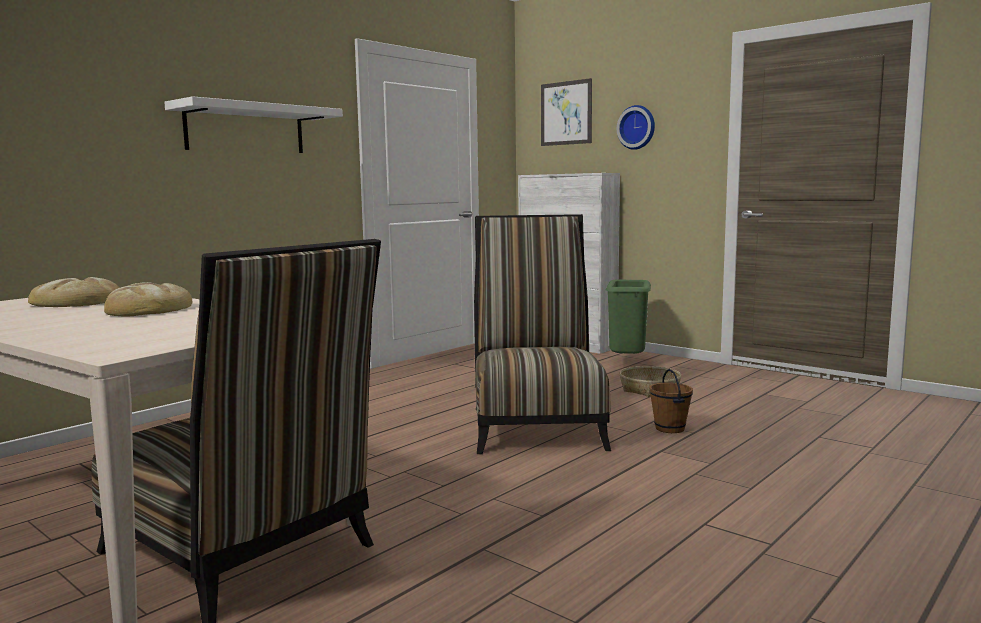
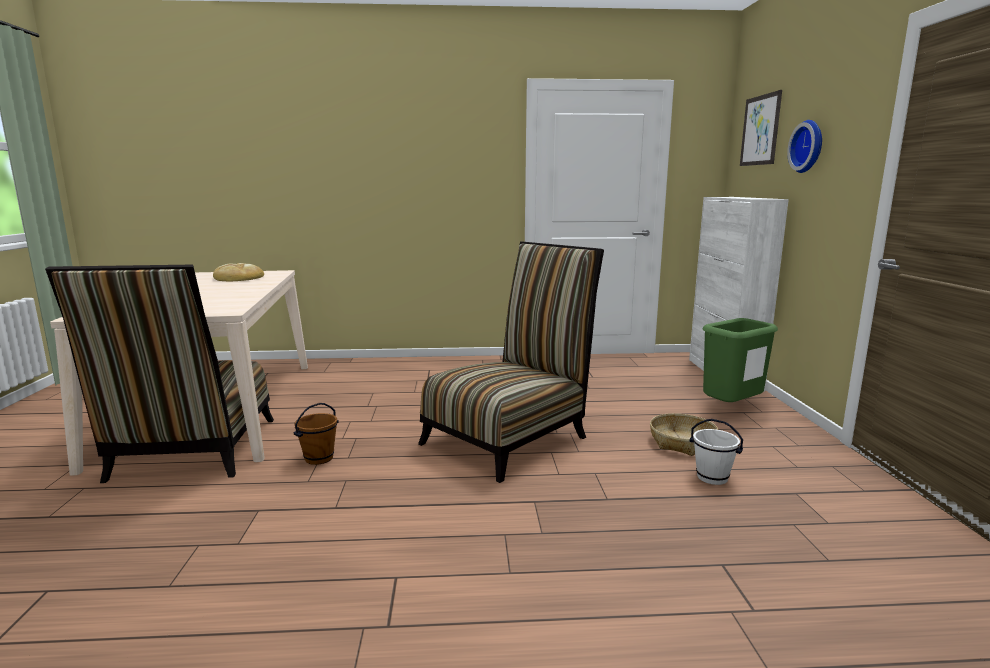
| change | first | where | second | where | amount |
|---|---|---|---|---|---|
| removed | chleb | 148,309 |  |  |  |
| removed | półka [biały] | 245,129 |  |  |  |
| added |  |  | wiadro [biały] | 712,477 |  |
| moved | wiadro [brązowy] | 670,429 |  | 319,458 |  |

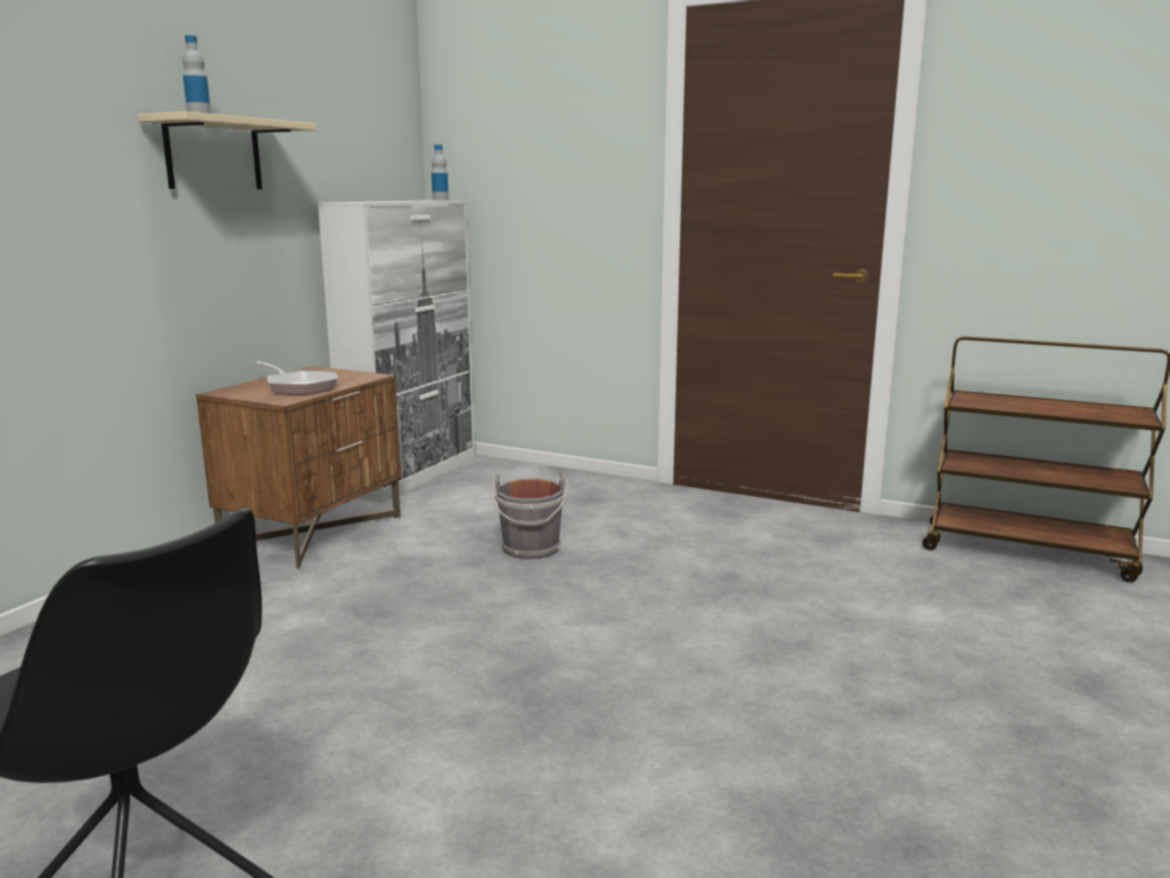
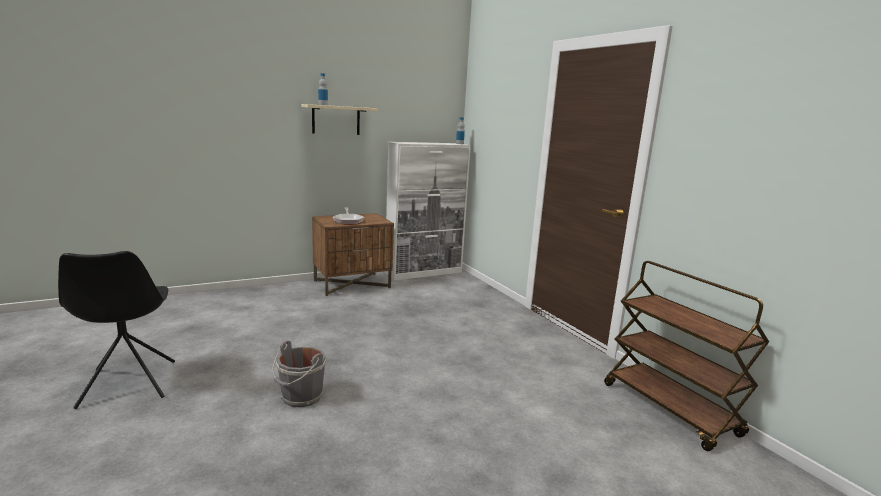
| change | first | where | second | where | amount |
|---|---|---|---|---|---|
| moved | wiadro [szary] | 531,549 |  | 300,397 |  |

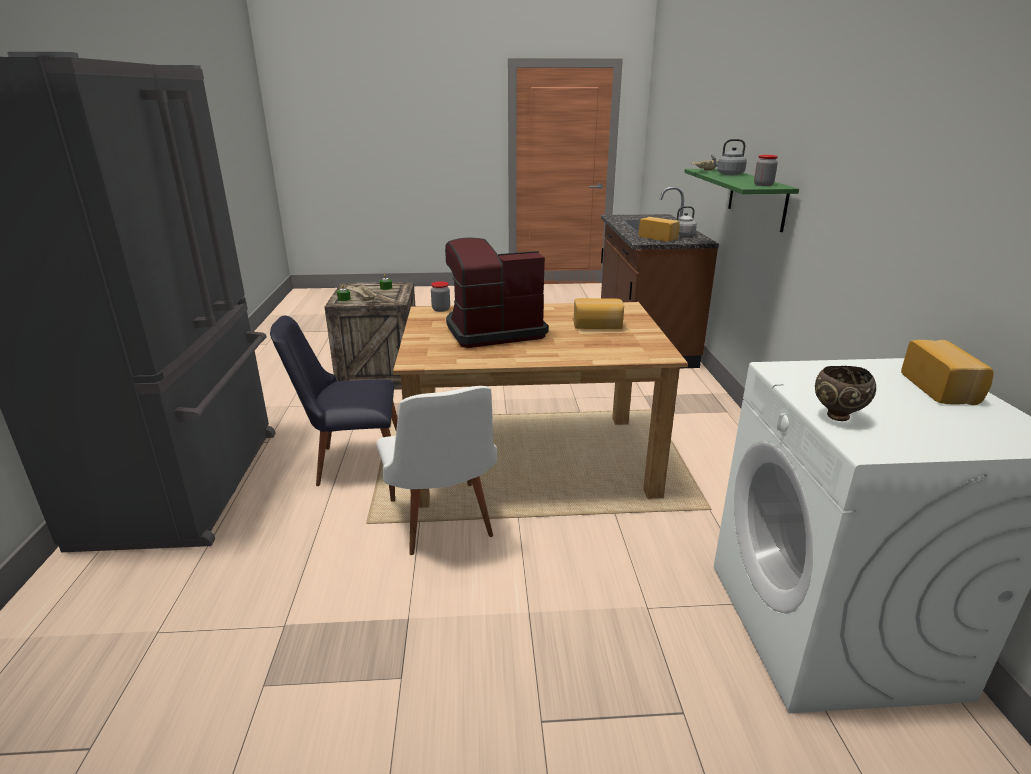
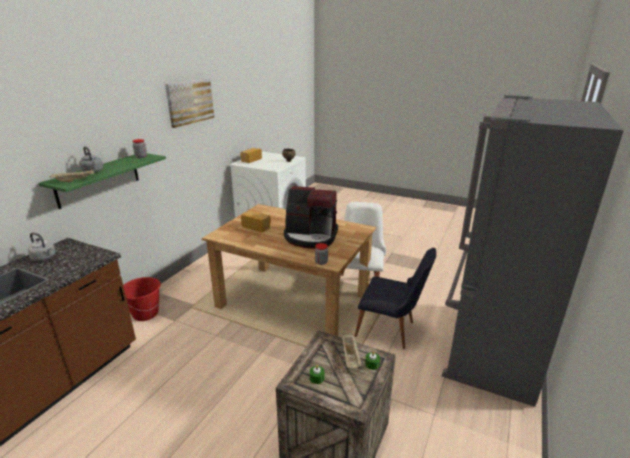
| change | first | where | second | where | amount |
|---|---|---|---|---|---|
| removed | chleb | 658,238 |  |  |  |
| added |  |  | wiadro [czerwony] | 145,314 |  |
| added |  |  | obraz | 190,102 |  |

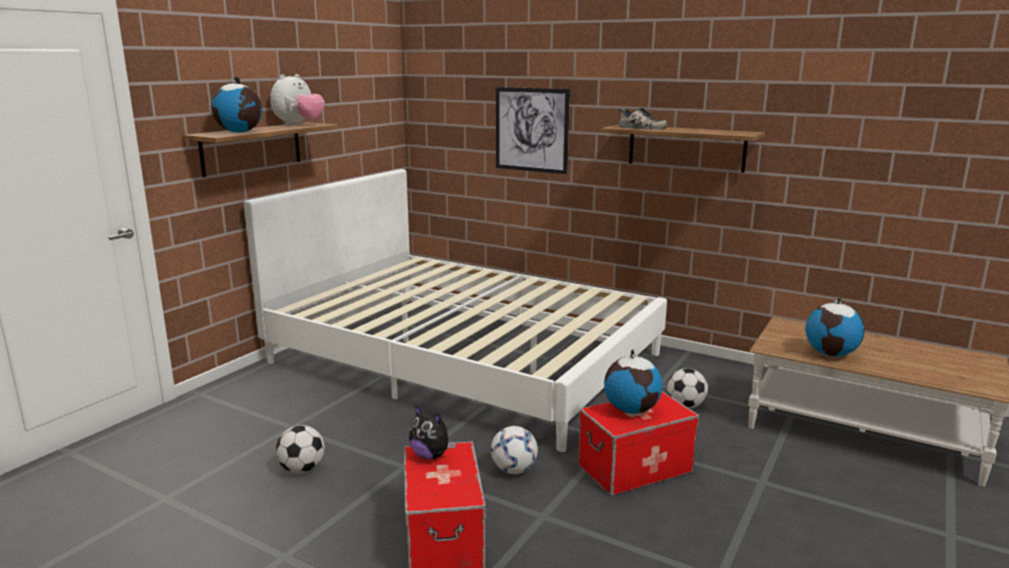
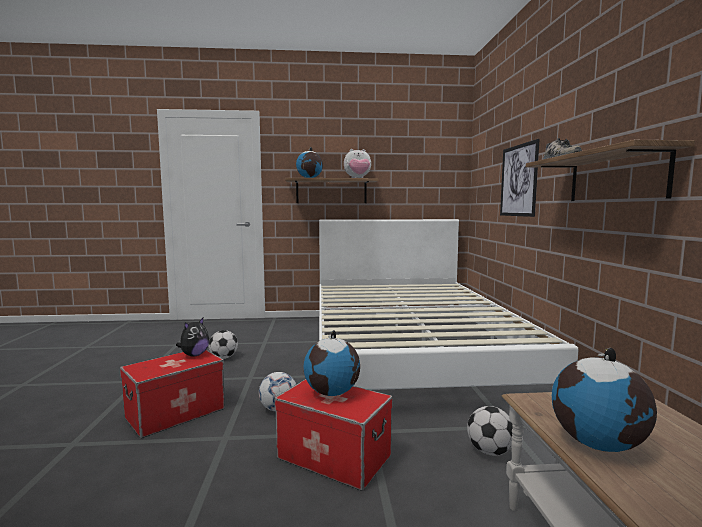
| change | first | where | second | where | amount |
|---|---|---|---|---|---|
| turned | pluszak | 431,455 |  | 194,355 | 150 degrees counterclockwise |

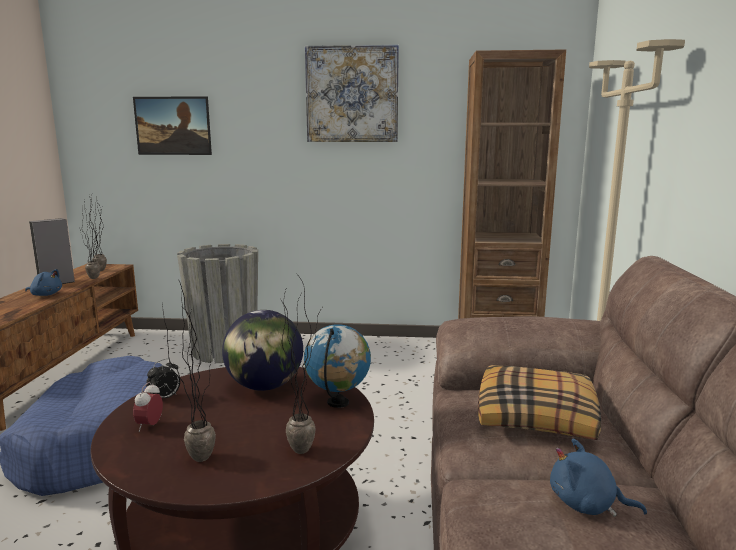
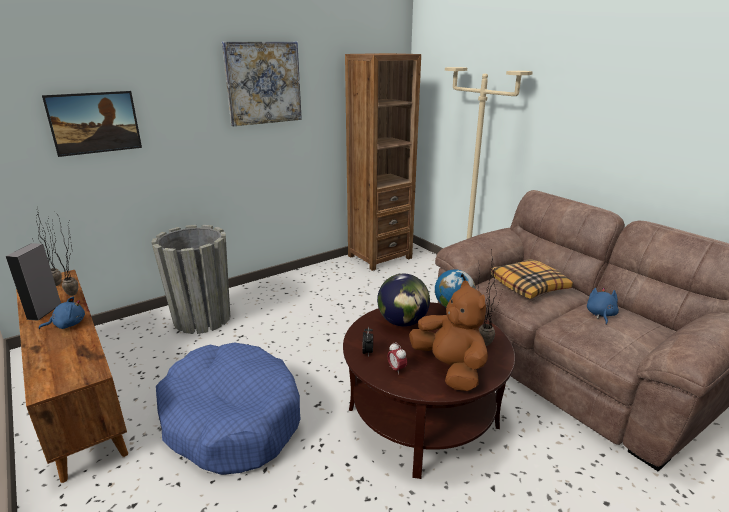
| change | first | where | second | where | amount |
|---|---|---|---|---|---|
| replaced | roślina doniczkowa | 197,454 | pluszak [brązowy] | 450,369 |  |
| turned | pluszak [niebieski] | 587,505 |  | 600,314 | 120 degrees clockwise |

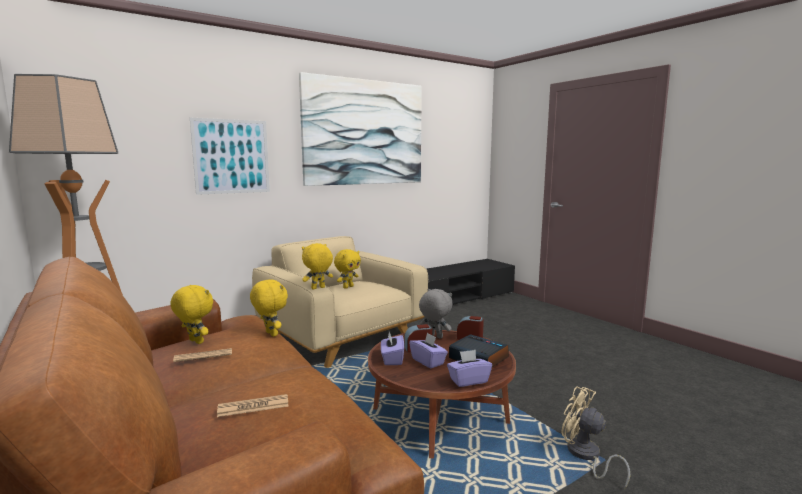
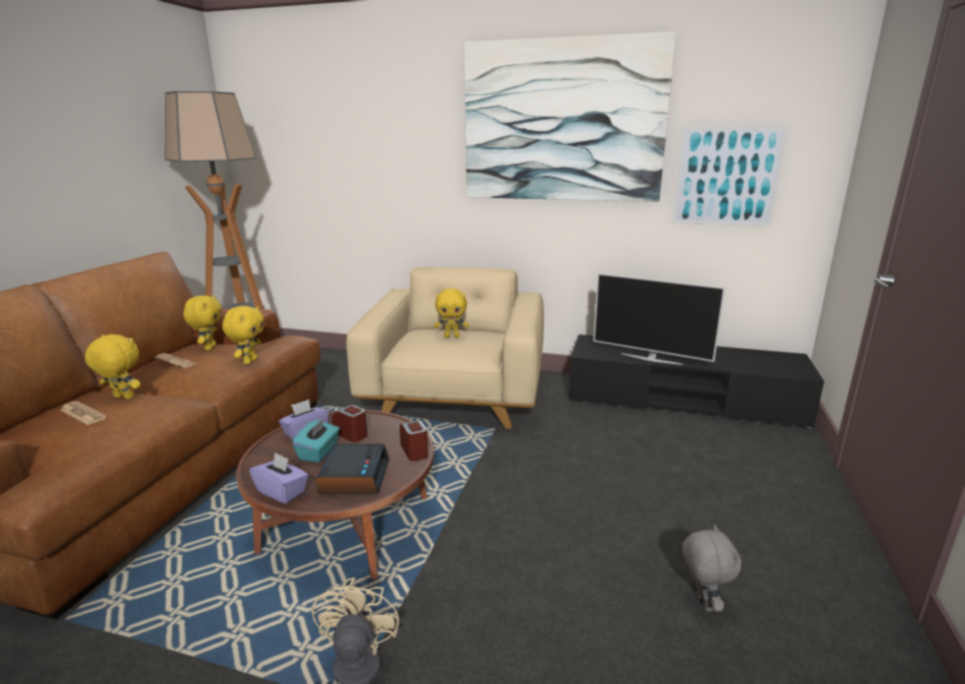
| change | first | where | second | where | amount |
|---|---|---|---|---|---|
| added |  |  | telewizor | 651,358 |  |
| moved | obraz | 231,156 |  | 726,177 |  |
| moved | pluszak [żółty] | 318,288 |  | 122,397 |  |
| moved | pluszak [szary] | 434,337 |  | 702,602 |  |
| recoloured | pudełko chusteczek [fioletowy] | 428,361 | pudełko chusteczek [turkusowy] | 319,452 |  |

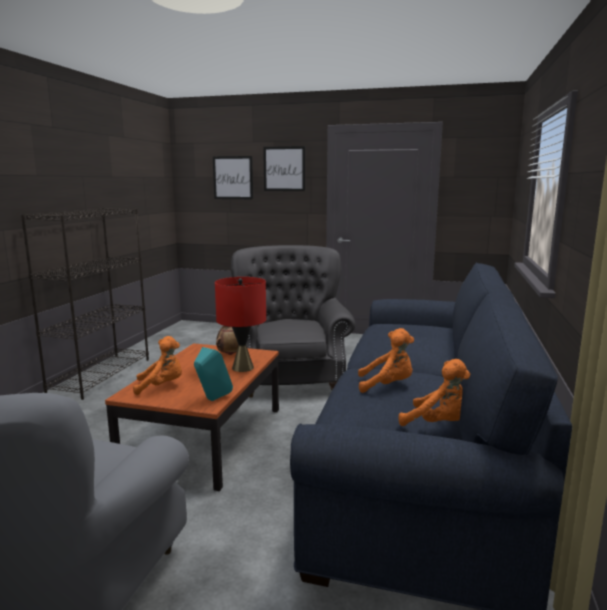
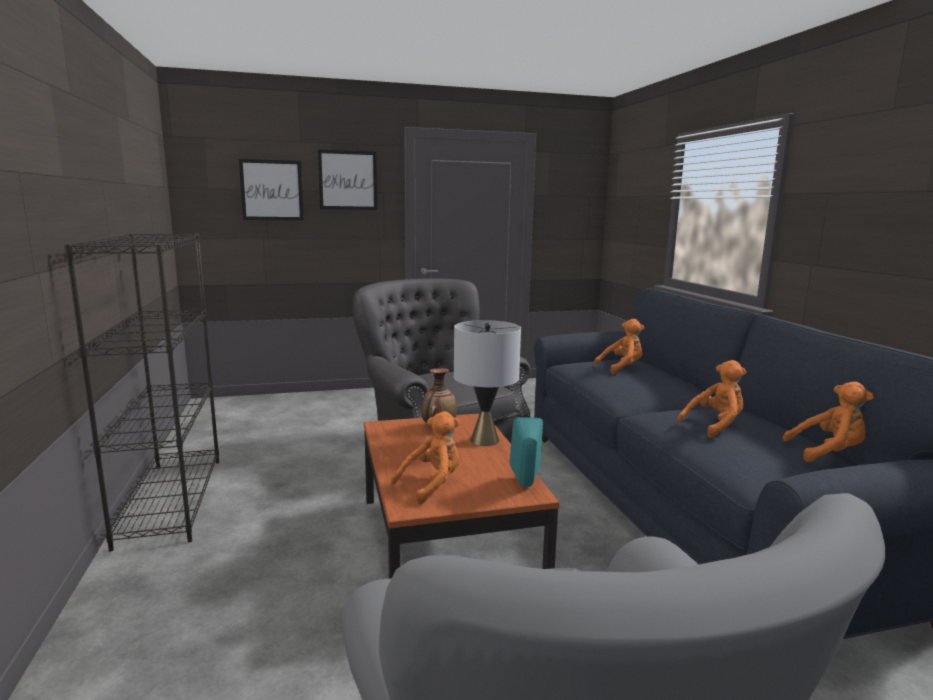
| change | first | where | second | where | amount |
|---|---|---|---|---|---|
| added |  |  | pluszak [pomarańczowy] | 621,368 |  |
| recoloured | lampa stołowa [czerwony] | 243,368 | lampa stołowa [szary] | 485,440 |  |

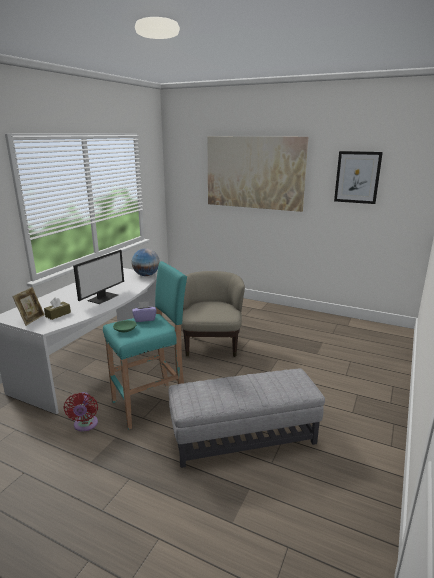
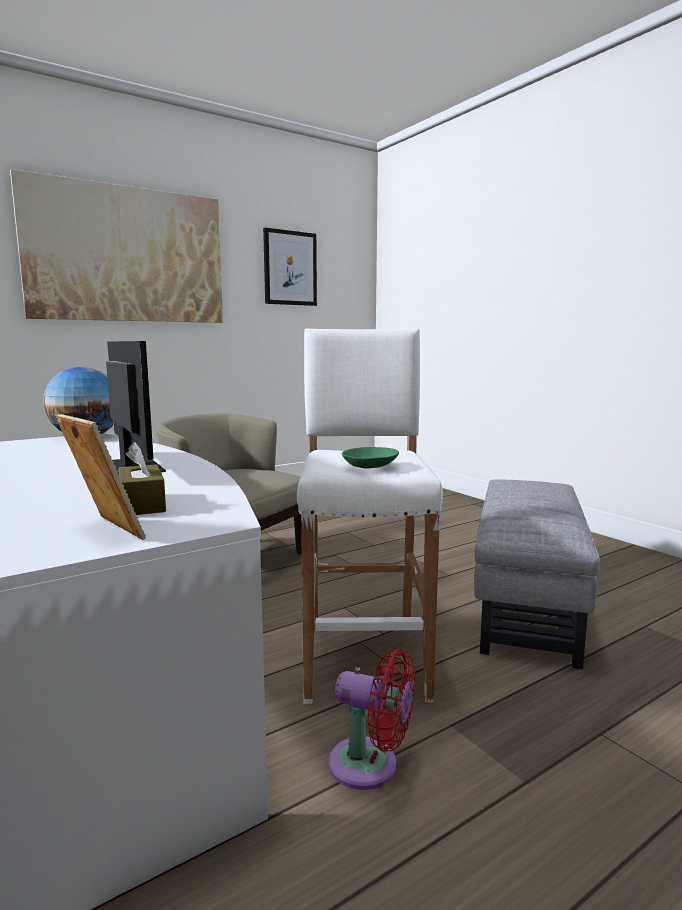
| change | first | where | second | where | amount |
|---|---|---|---|---|---|
| removed | pudełko chusteczek [fioletowy] | 144,319 |  |  |  |
| recoloured | stołek [turkusowy] | 151,404 | stołek [biały] | 364,656 |  |

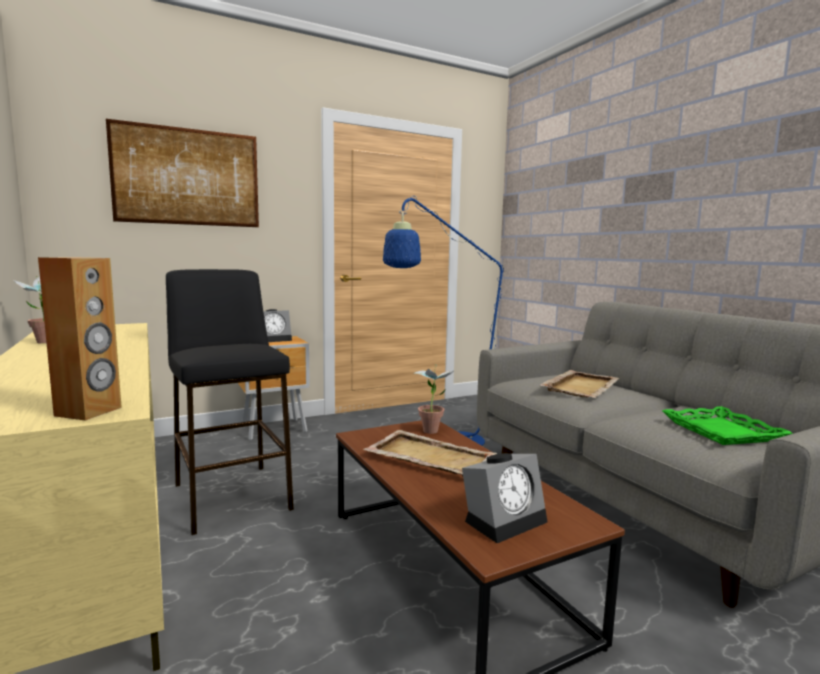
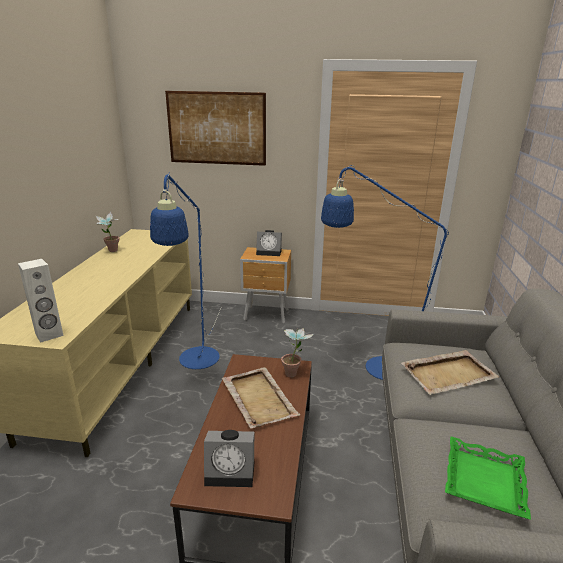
| change | first | where | second | where | amount |
|---|---|---|---|---|---|
| replaced | stołek [czarny] | 231,496 | lampa stojąca [niebieski] | 197,364 |  |
| recoloured | głośnik [brązowy] | 89,412 | głośnik [biały] | 49,335 |  |

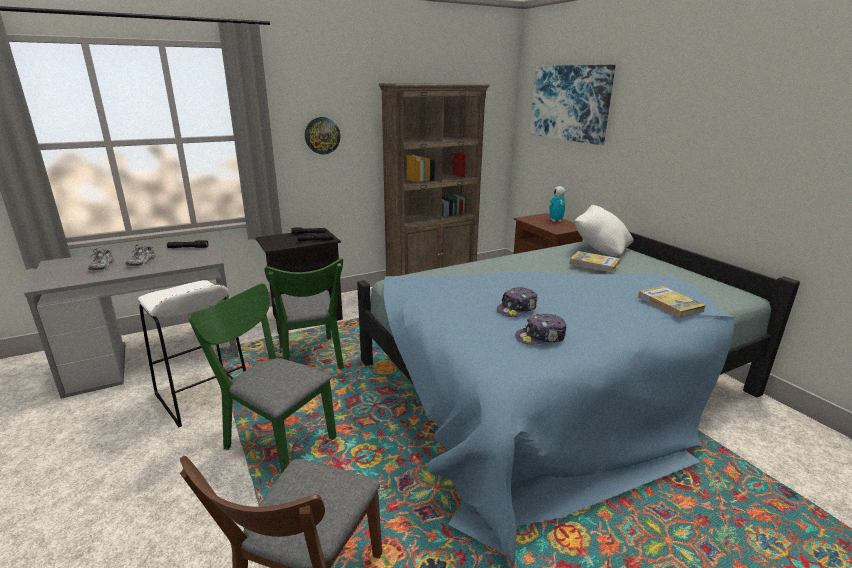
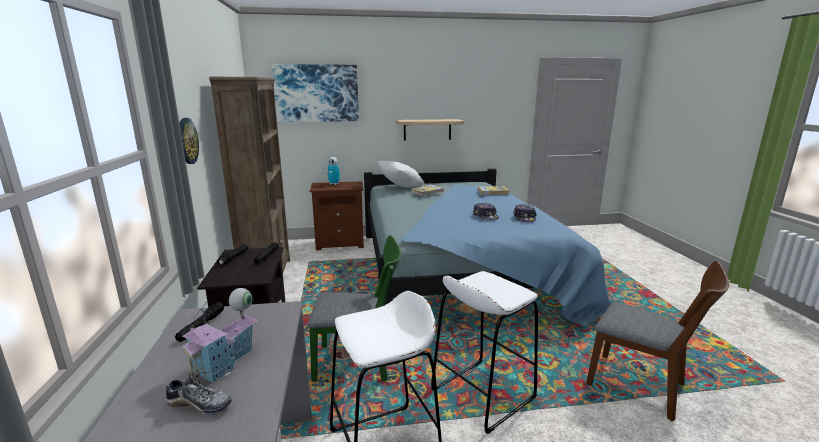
| change | first | where | second | where | amount |
|---|---|---|---|---|---|
| added |  |  | półka | 427,129 |  |
| replaced | but | 142,262 | domek | 226,363 |  |
| replaced | krzesło [zielony] | 275,439 | stołek [biały] | 482,394 |  |

